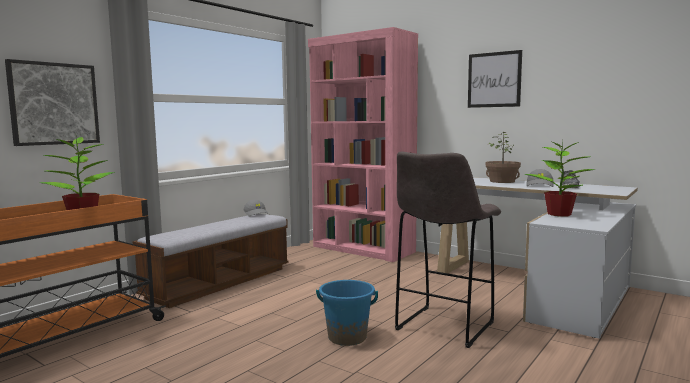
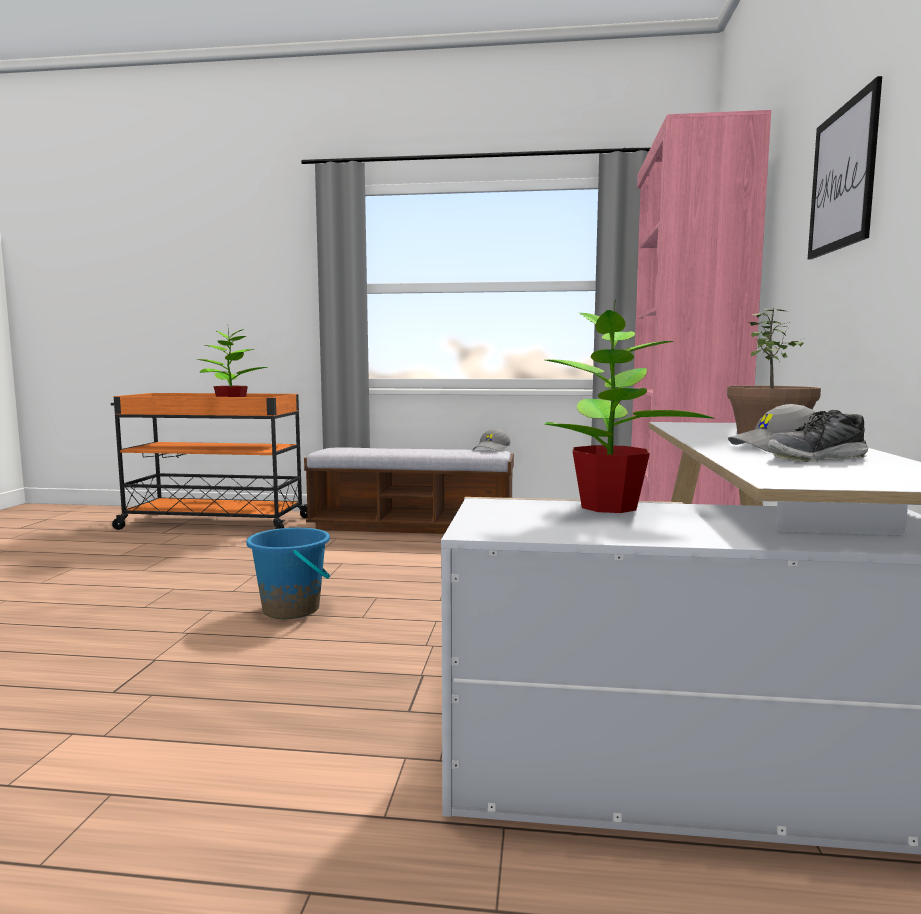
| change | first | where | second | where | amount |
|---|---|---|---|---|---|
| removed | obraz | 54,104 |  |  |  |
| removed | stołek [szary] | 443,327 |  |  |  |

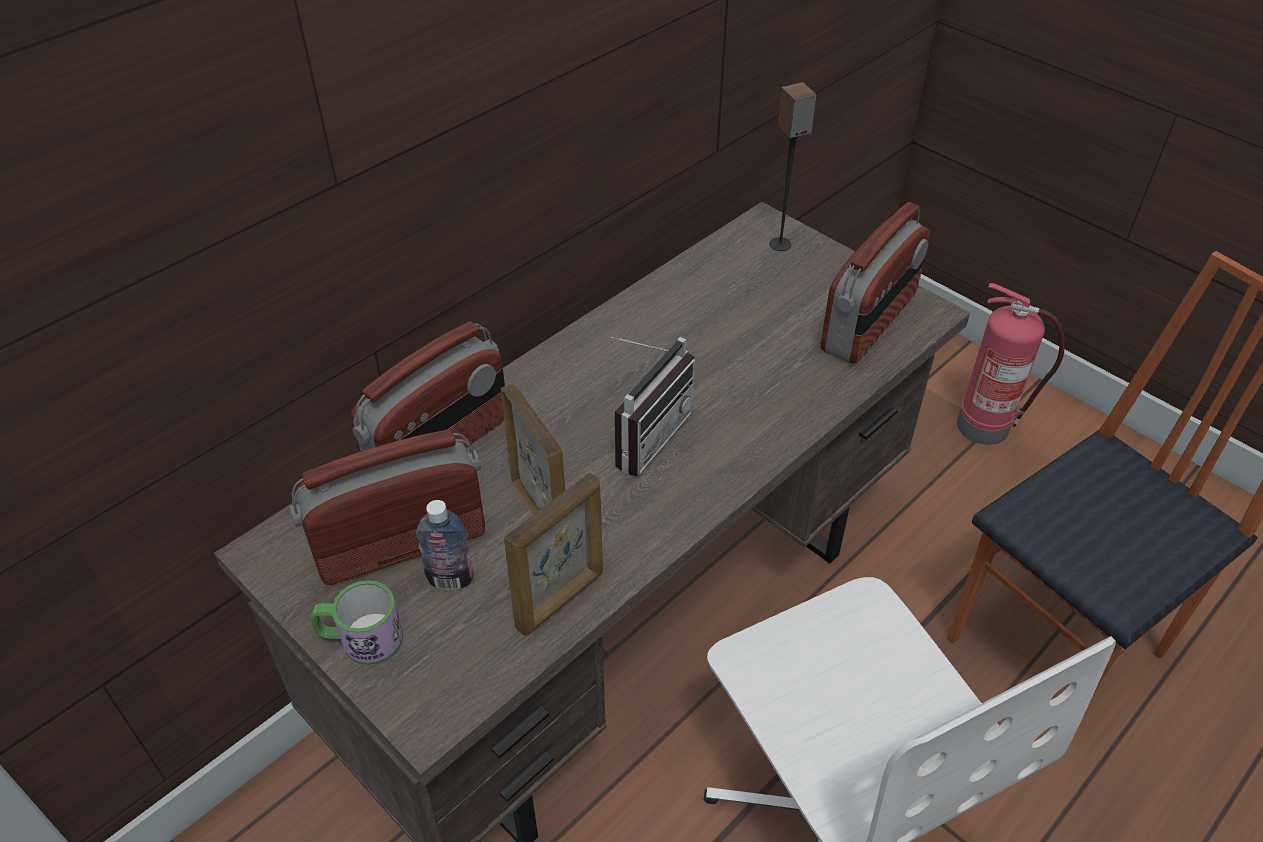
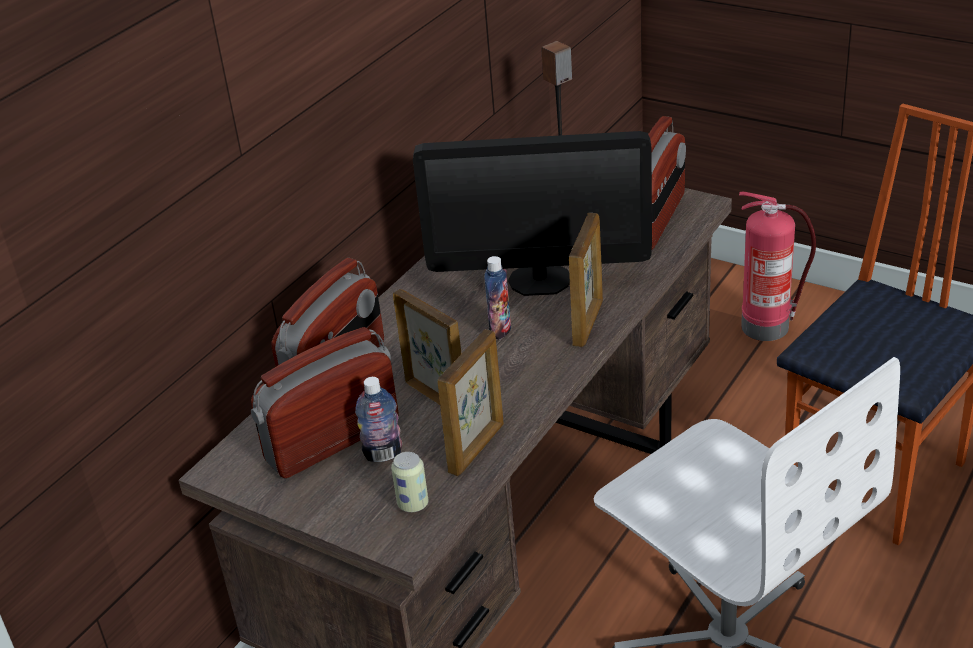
| change | first | where | second | where | amount |
|---|---|---|---|---|---|
| removed | kubek | 361,639 |  |  |  |
| added |  |  | puszka | 413,504 |  |
| added |  |  | monitor | 540,280 |  |
| added |  |  | ramka na zdjęcie | 588,323 |  |
| replaced | radio | 643,434 | butelka | 500,330 |  |

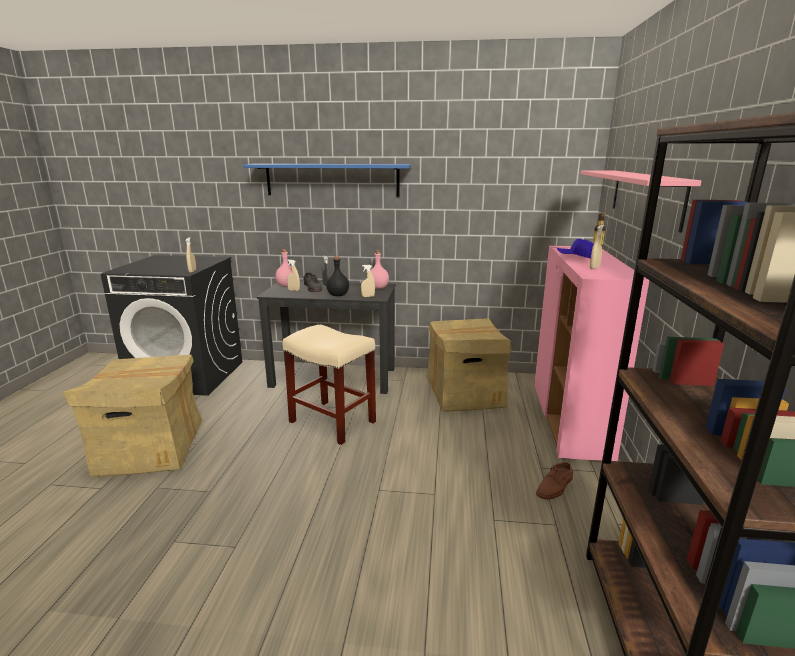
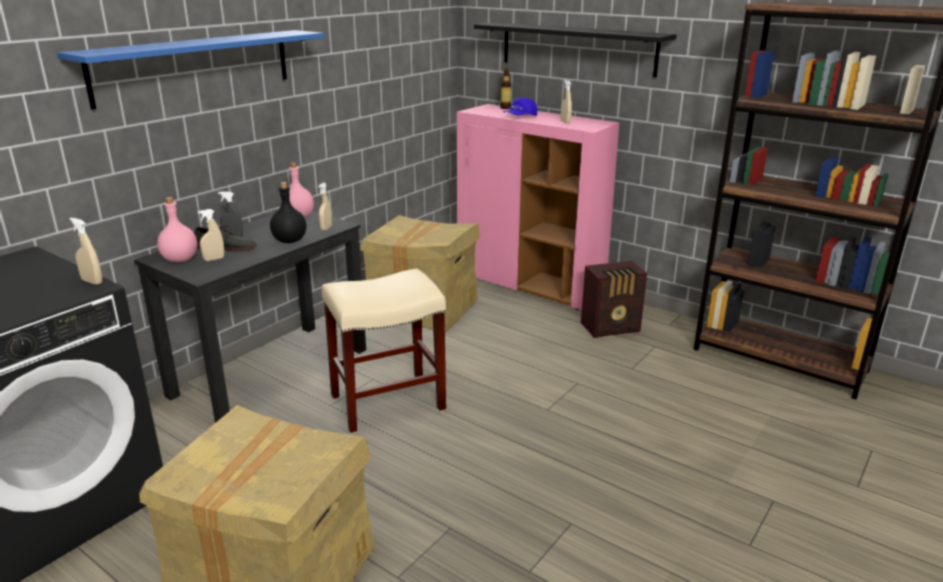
| change | first | where | second | where | amount |
|---|---|---|---|---|---|
| replaced | but [brązowy] | 555,486 | radio | 611,328 |  |
| recoloured | półka [różowy] | 645,196 | półka [czarny] | 577,48 |  |

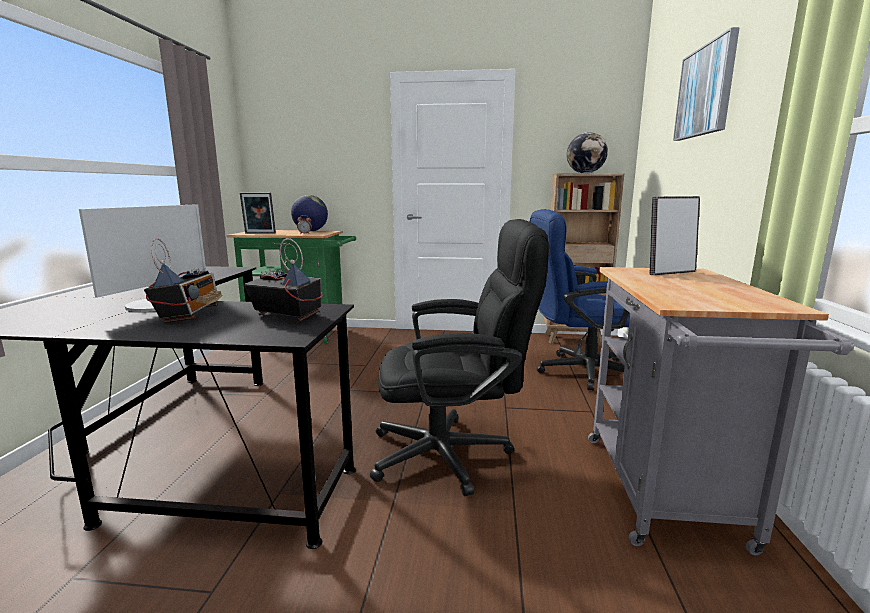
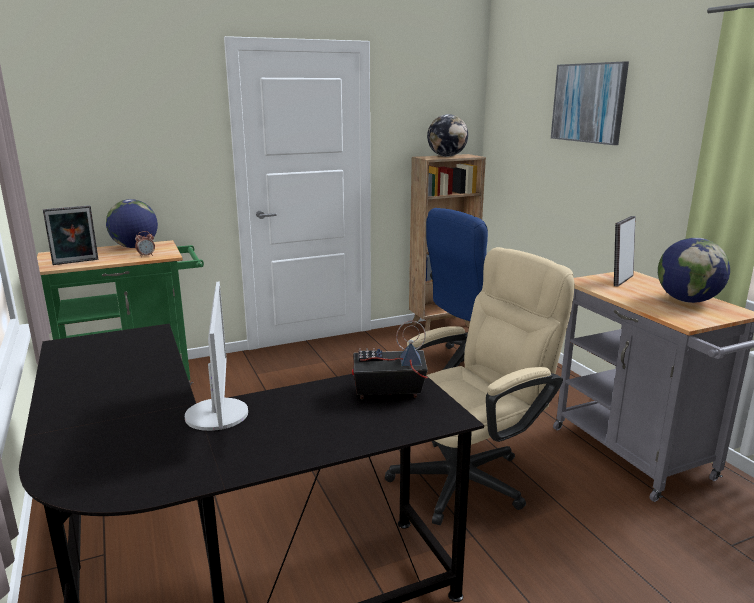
| change | first | where | second | where | amount |
|---|---|---|---|---|---|
| removed | radio | 189,315 |  |  |  |
| added |  |  | globus | 687,300 |  |
| recoloured | krzesło biurowe [czarny] | 454,454 | krzesło biurowe [beżowy] | 470,476 |  |

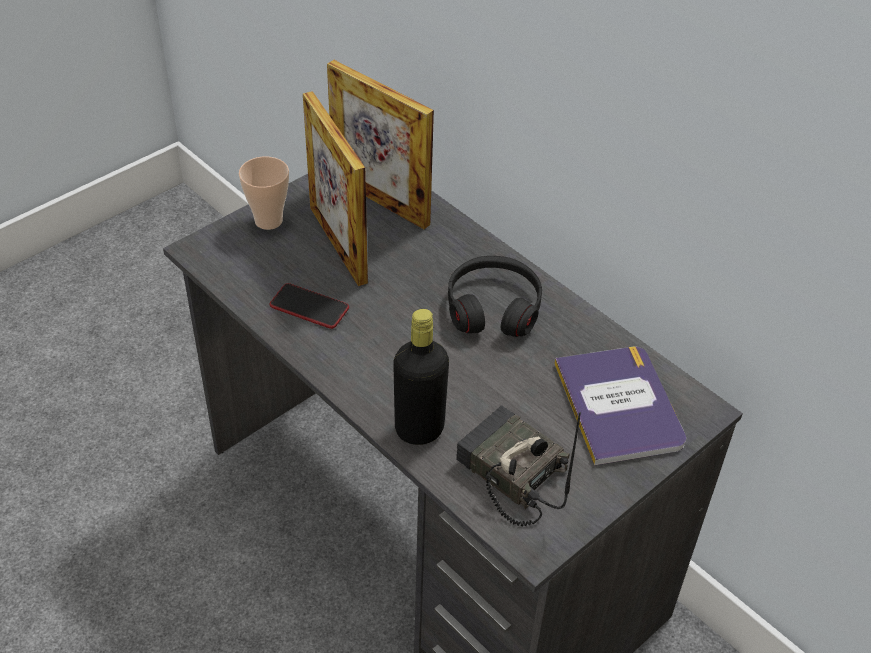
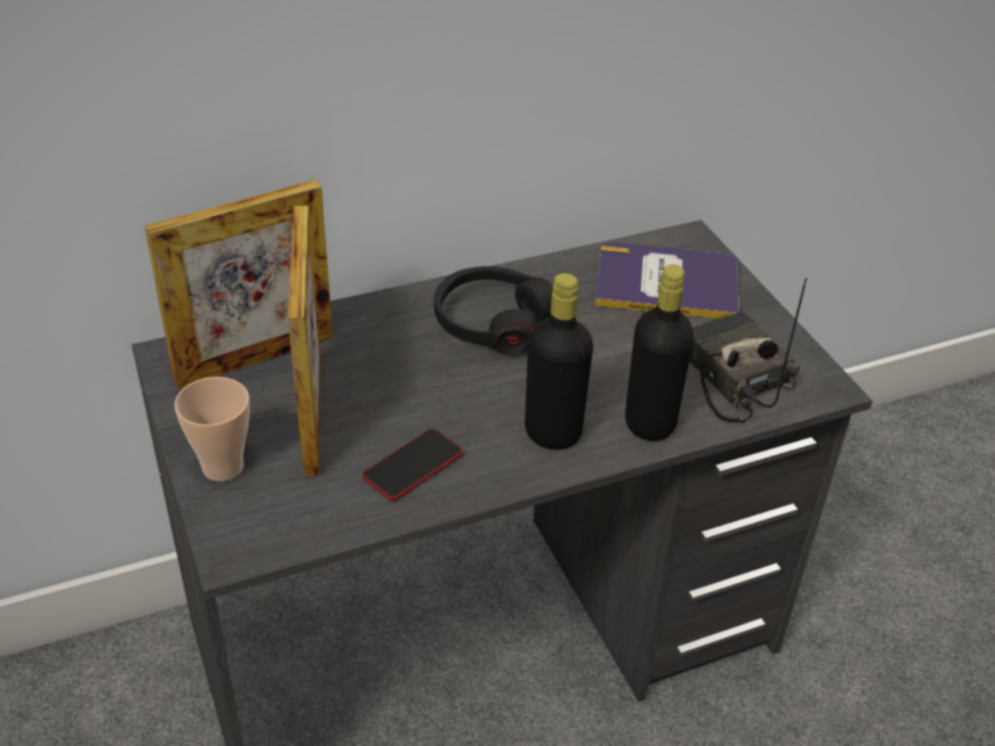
| change | first | where | second | where | amount |
|---|---|---|---|---|---|
| added |  |  | butelka [czarny] | 553,433 |  |
| turned | ramka na zdjęcie | 338,244 |  | 313,414 | 90 degrees counterclockwise |
| turned | radio | 509,473 |  | 731,377 | 90 degrees clockwise |

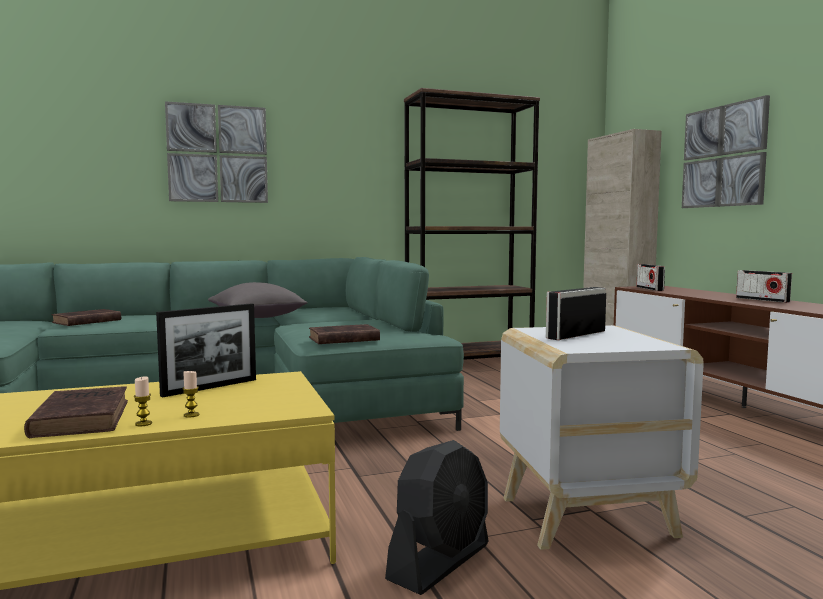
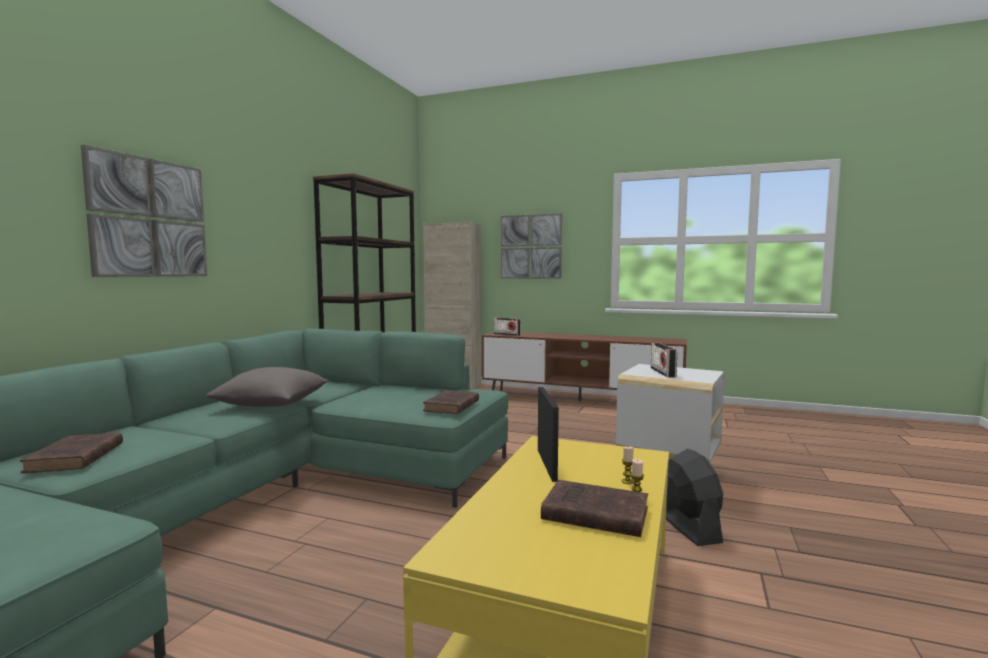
| change | first | where | second | where | amount |
|---|---|---|---|---|---|
| removed | radio | 762,300 |  |  |  |

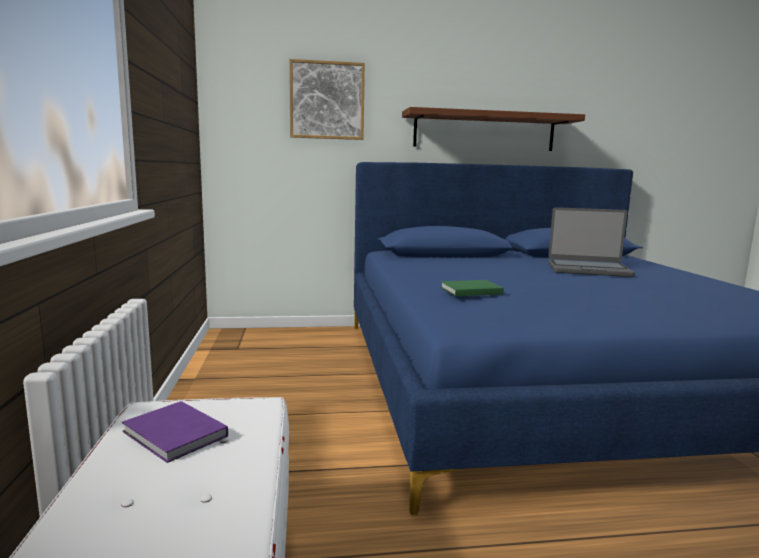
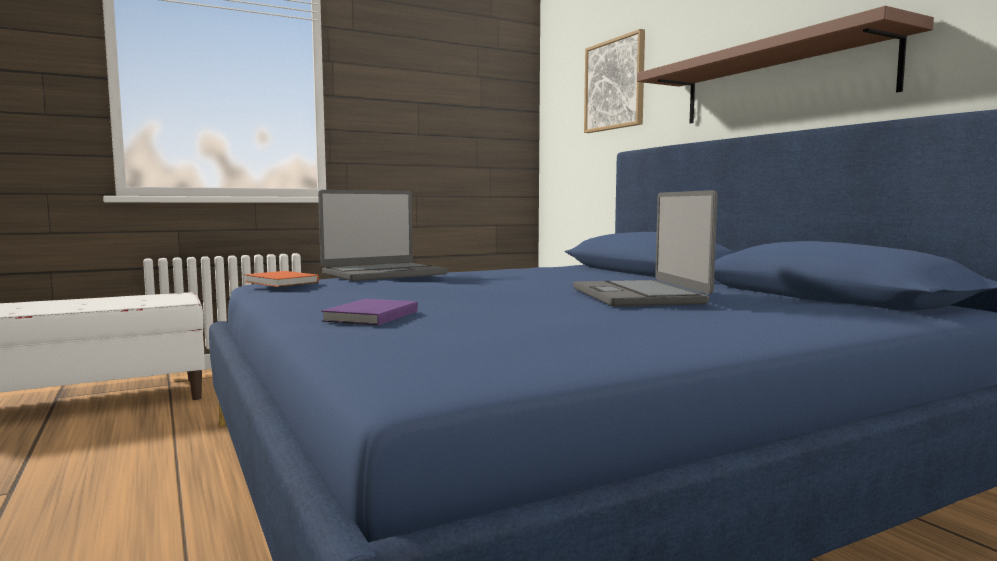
| change | first | where | second | where | amount |
|---|---|---|---|---|---|
| added |  |  | książka [pomarańczowy] | 281,282 |  |
| moved | książka [fioletowy] | 175,435 |  | 369,316 |  |
| replaced | książka [zielony] | 469,290 | laptop | 383,274 |  |

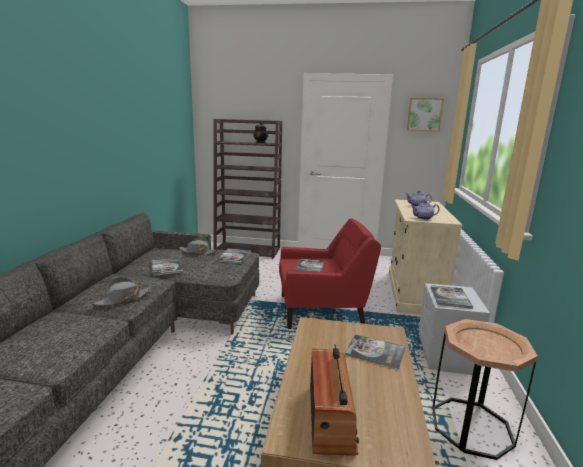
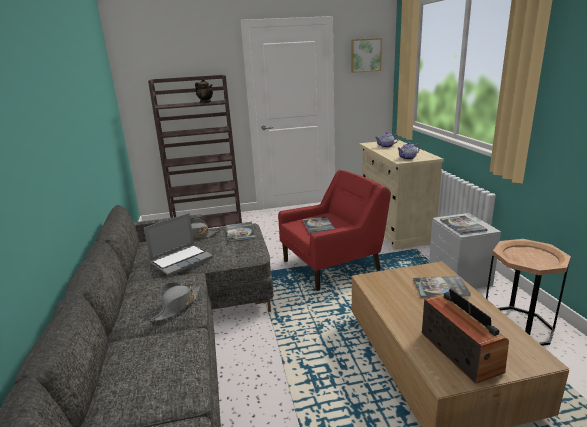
| change | first | where | second | where | amount |
|---|---|---|---|---|---|
| replaced | książka | 166,267 | laptop | 182,260 |  |

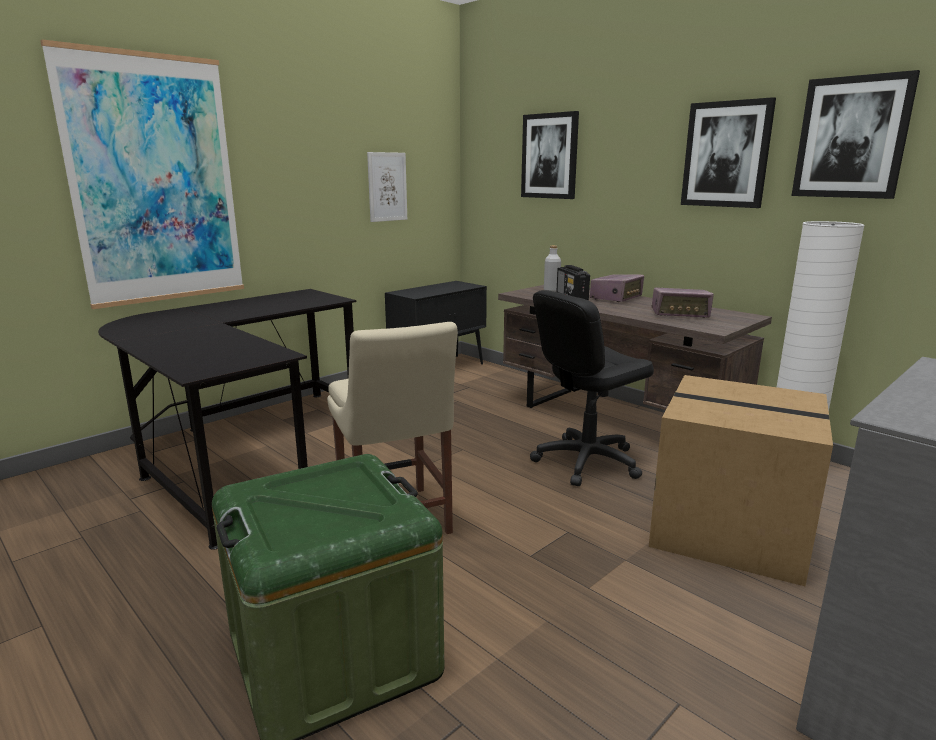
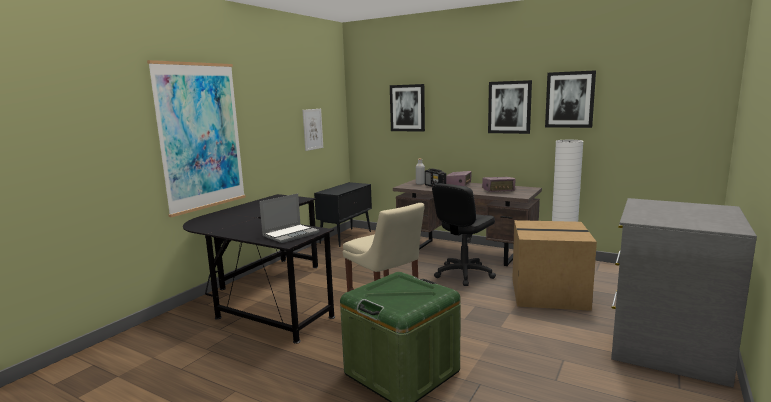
| change | first | where | second | where | amount |
|---|---|---|---|---|---|
| added |  |  | laptop | 291,234 |  |

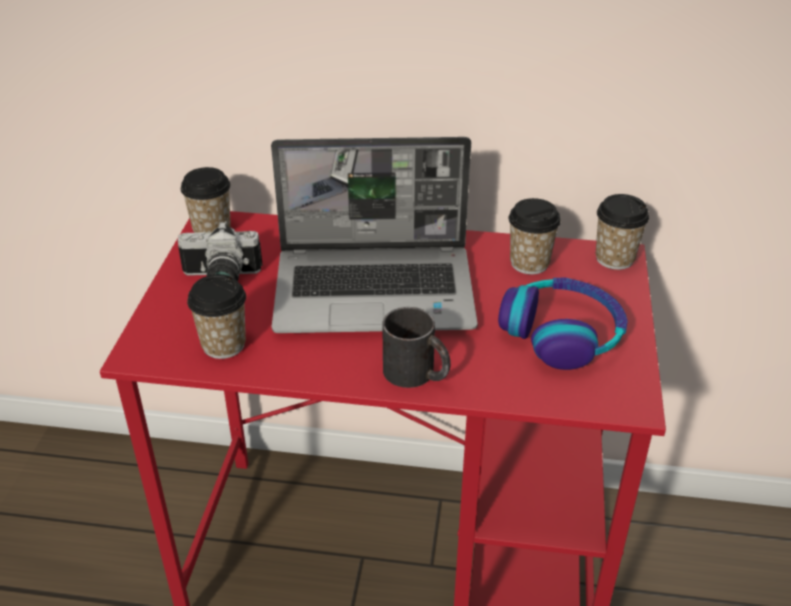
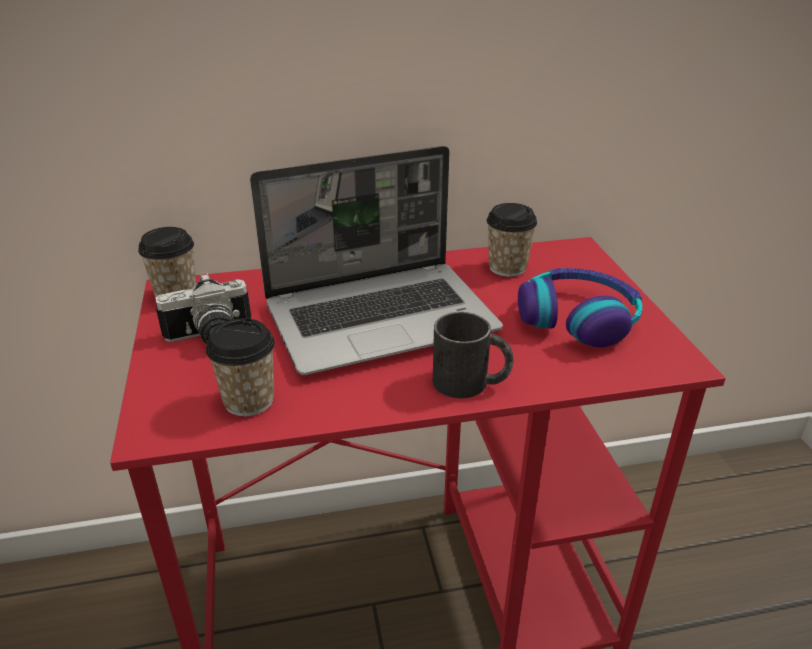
| change | first | where | second | where | amount |
|---|---|---|---|---|---|
| removed | filiżanka | 614,258 |  |  |  |

